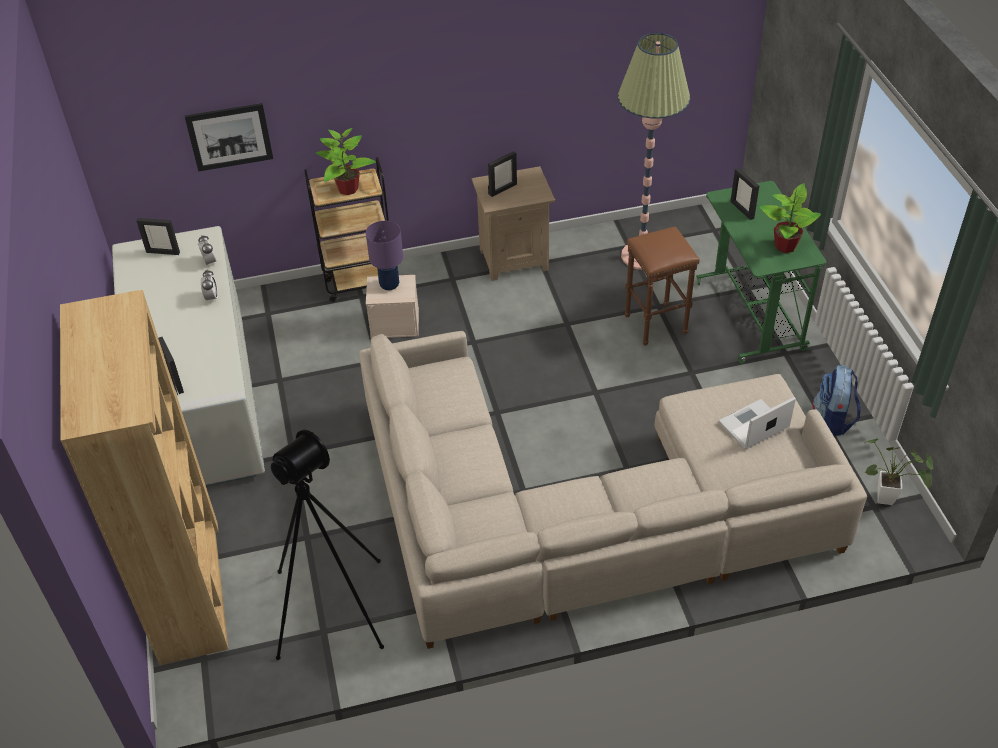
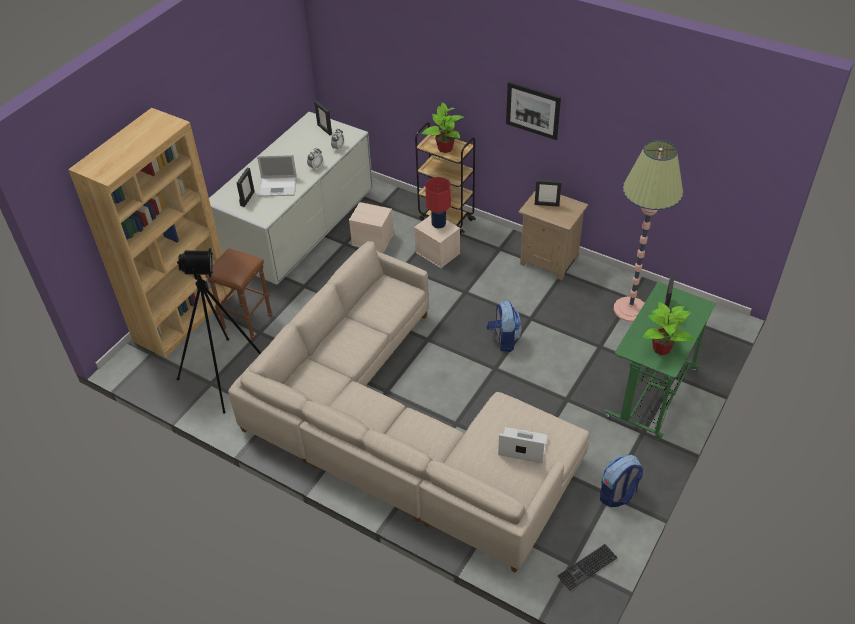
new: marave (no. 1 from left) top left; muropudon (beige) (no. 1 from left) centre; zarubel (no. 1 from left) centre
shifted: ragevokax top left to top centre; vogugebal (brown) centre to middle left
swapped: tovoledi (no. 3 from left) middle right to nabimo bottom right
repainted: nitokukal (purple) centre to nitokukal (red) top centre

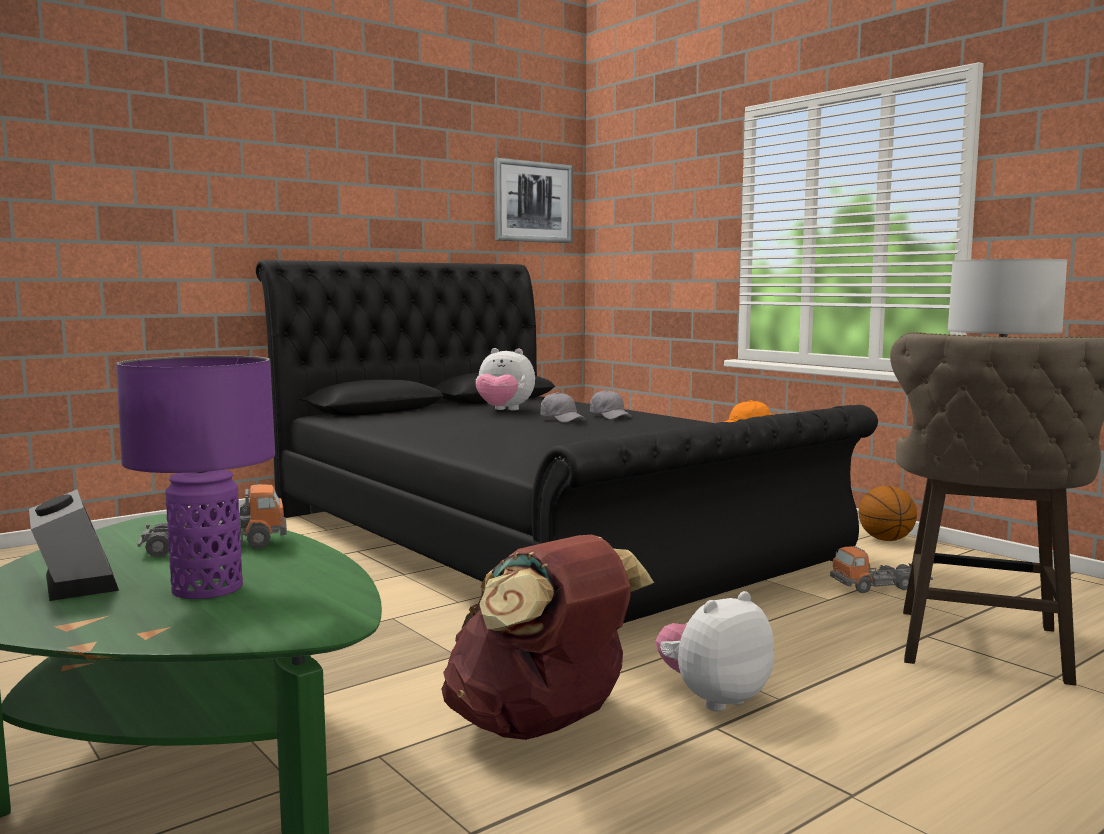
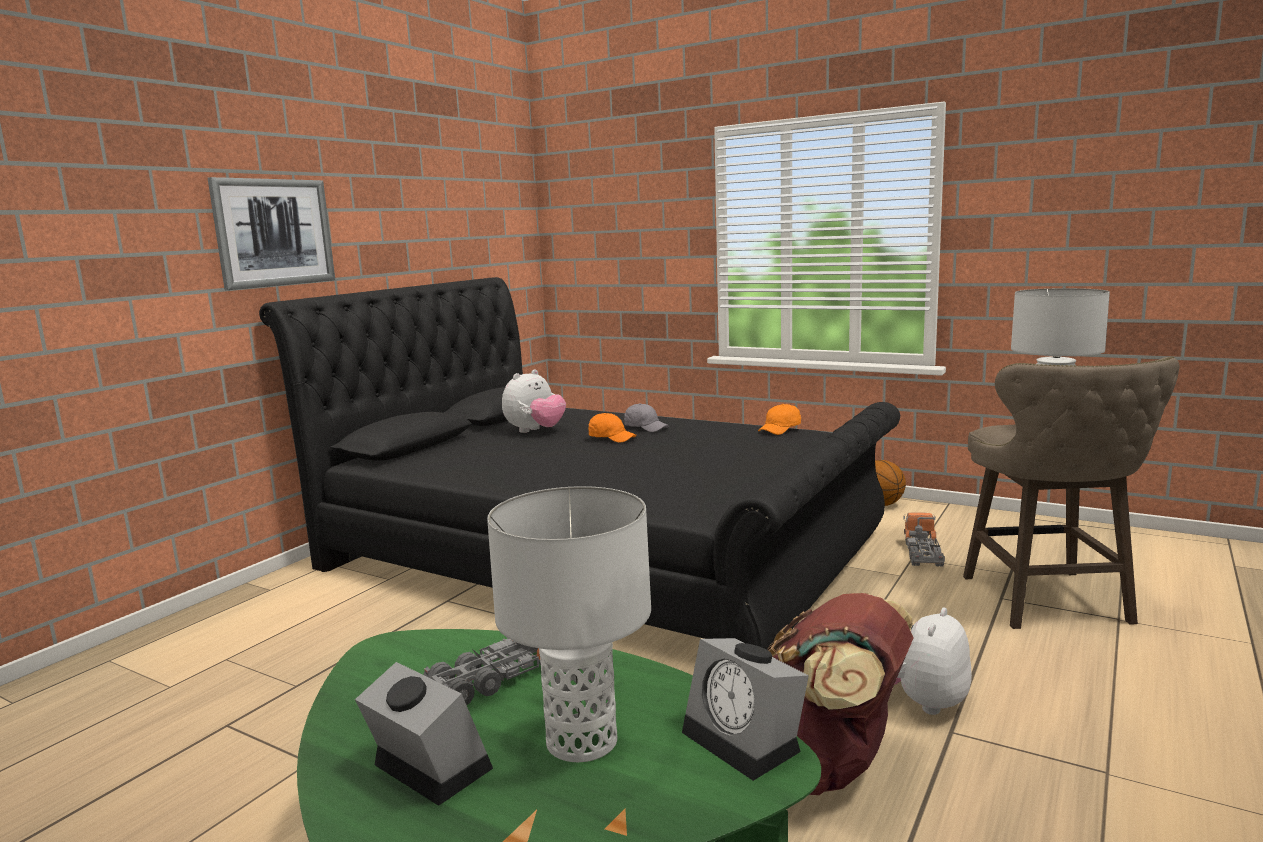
new: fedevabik (no. 2 from left) bottom centre
shifted: ragevokax top centre to top left
repainted: nitokukal (purple) middle left to nitokukal (white) (no. 1 from left) bottom centre; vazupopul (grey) (no. 1 from left) centre to vazupopul (orange) (no. 1 from left) centre
rotated: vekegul (no. 1 from left) centre = centre 45 degrees counterclockwise; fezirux (no. 2 from left) bottom right = middle right 135 degrees clockwise

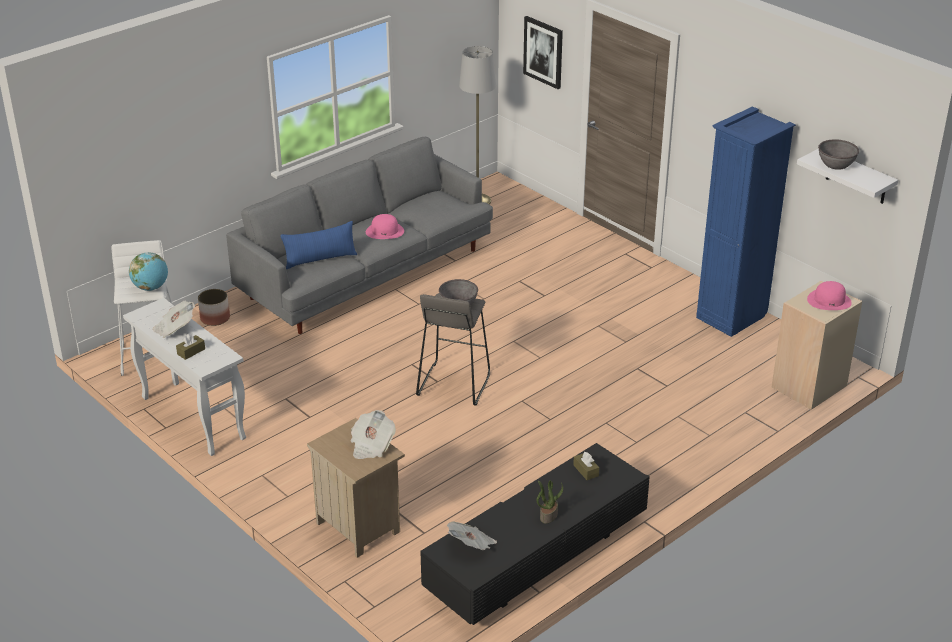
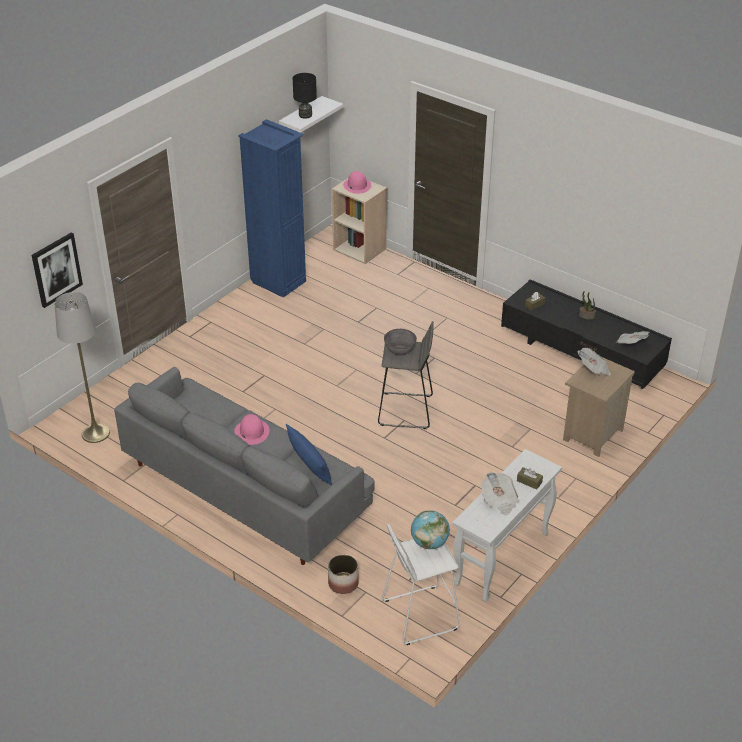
swapped: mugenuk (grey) (no. 2 from left) top right to nitokukal (black) top centre

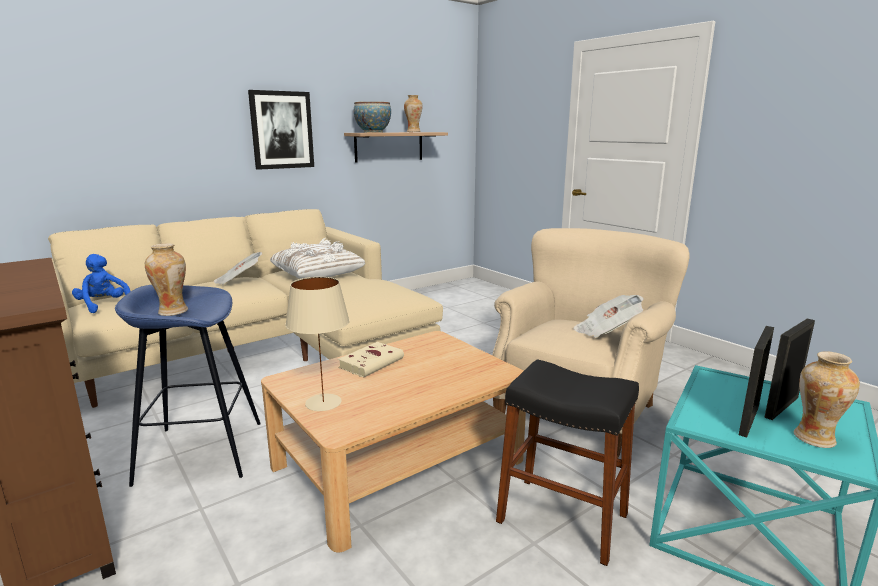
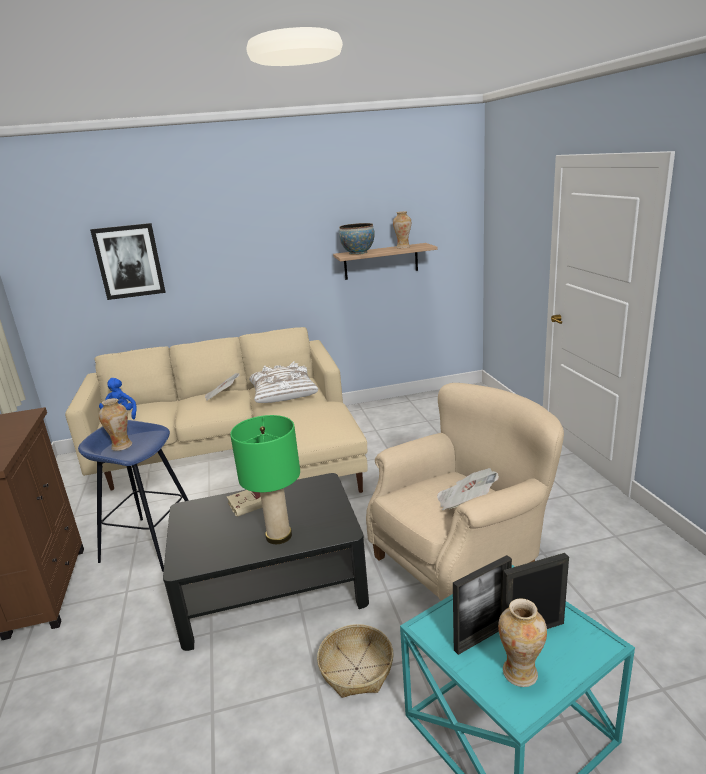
gone: nitokukal (beige) centre
new: nitokukal (green) centre
shifted: ragevokax top left to middle left
swapped: vogugebal (black) bottom centre to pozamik bottom centre
repainted: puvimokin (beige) bottom centre to puvimokin (black) bottom centre

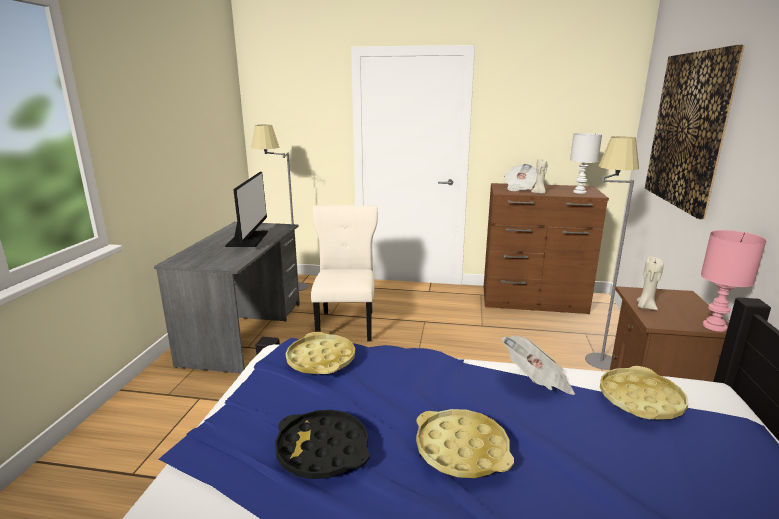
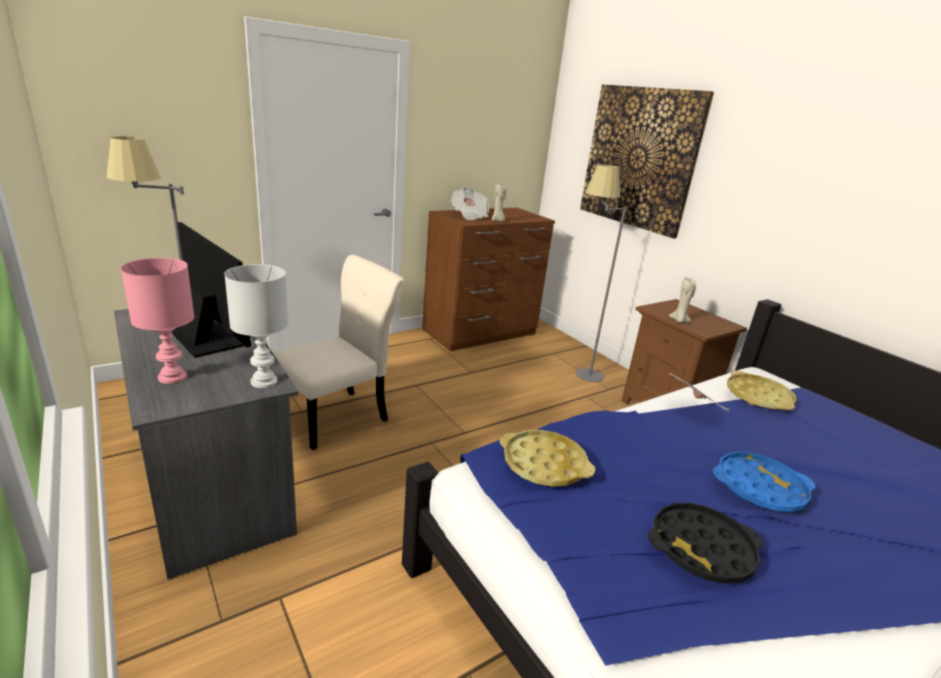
shifted: nitokukal (white) top right to middle left; nitokukal (pink) middle right to middle left
repainted: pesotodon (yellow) (no. 2 from left) bottom centre to pesotodon (blue) bottom right
rotated: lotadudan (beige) centre = centre 90 degrees clockwise

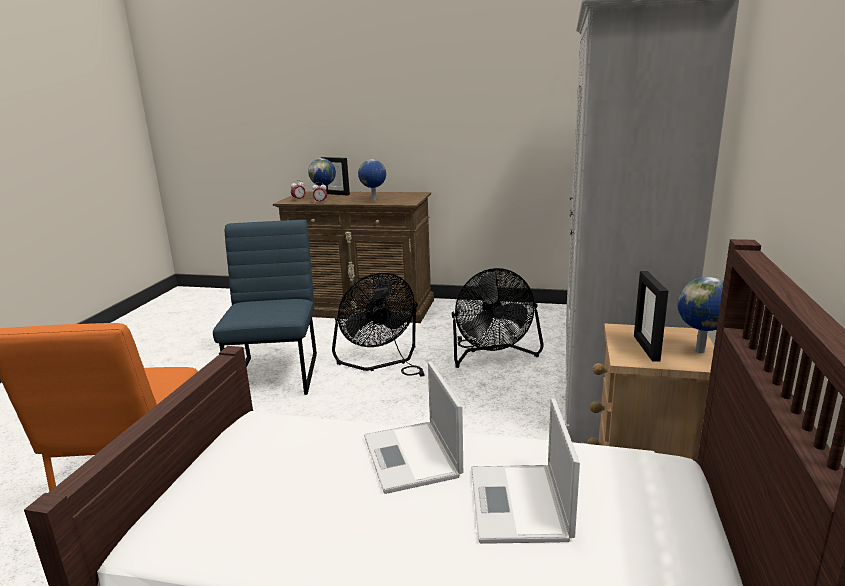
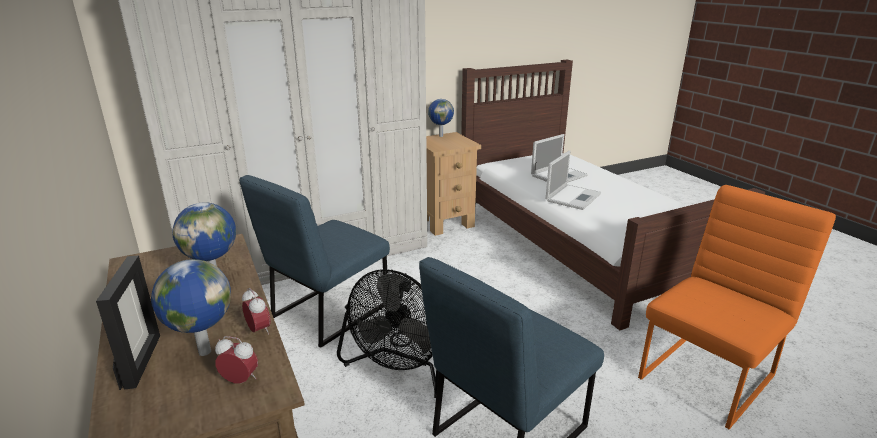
gone: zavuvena (no. 2 from left) middle right
swapped: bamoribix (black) (no. 2 from left) centre to lotadudan (blue) (no. 1 from left) centre

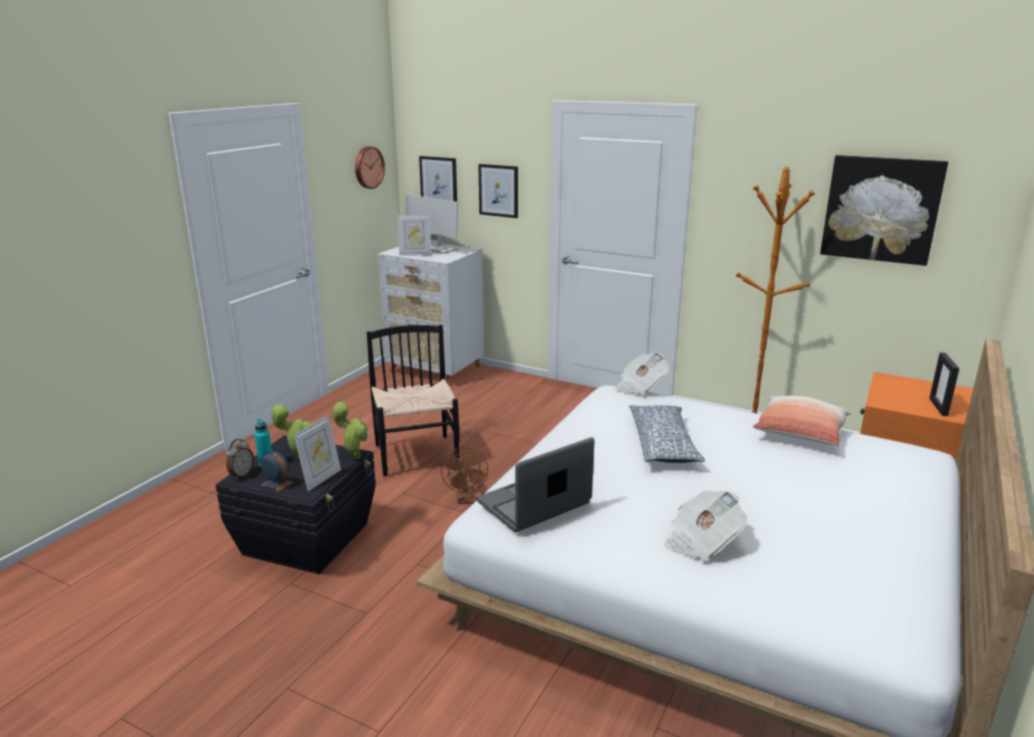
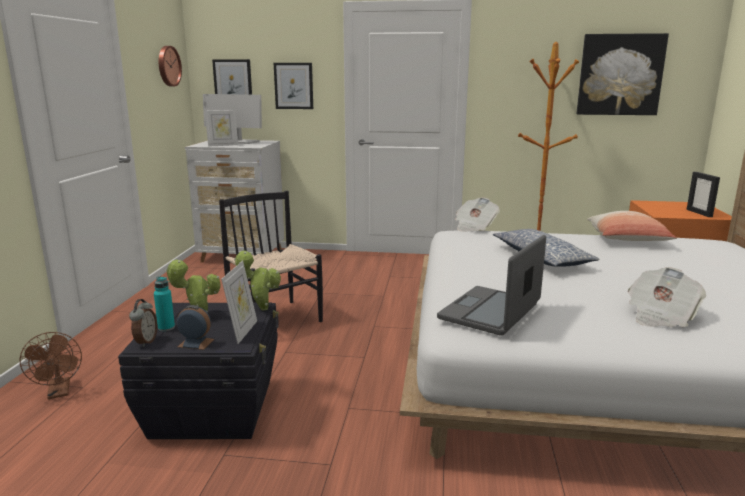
shifted: bamoribix (brown) centre to bottom left

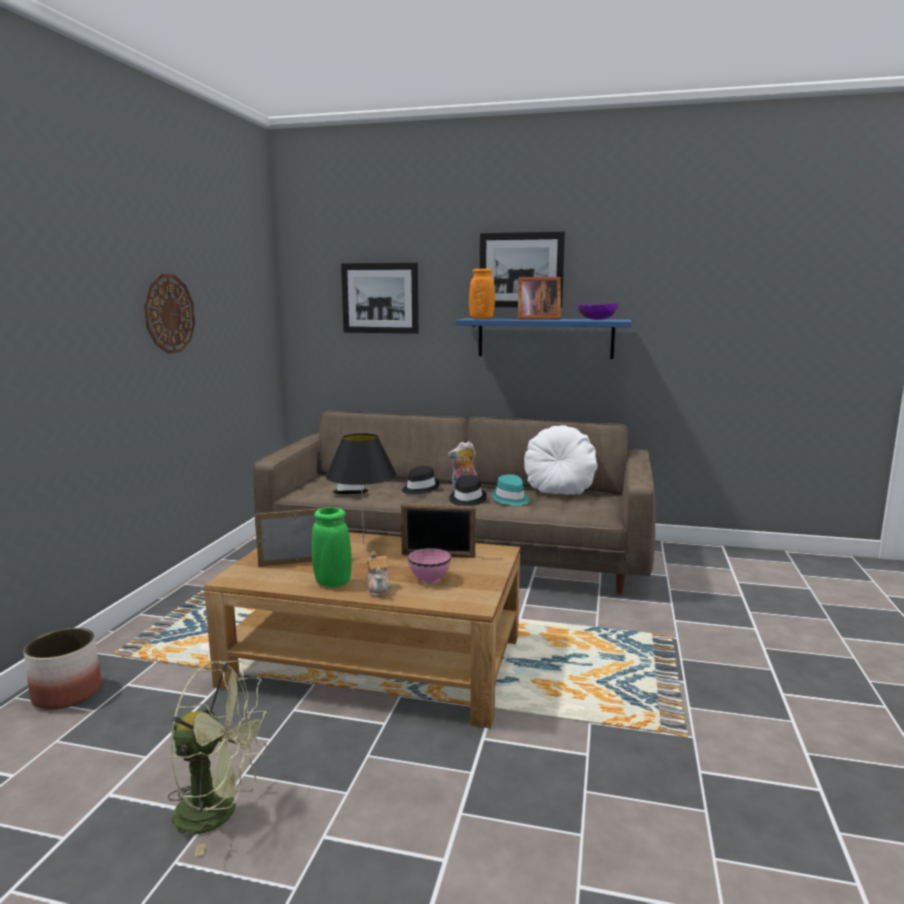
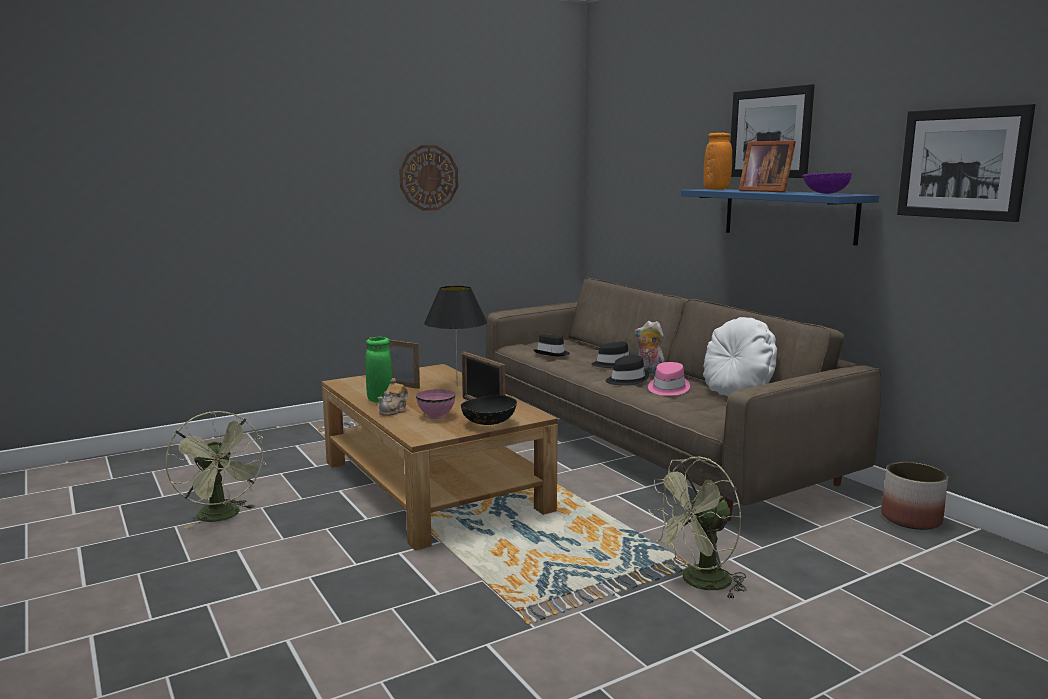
new: mugenuk (black) centre; bamoribix (green) (no. 2 from left) bottom centre
shifted: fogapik bottom left to bottom right; ragevokax (no. 1 from left in the first image) top centre to ragevokax (no. 2 from left) top right
repainted: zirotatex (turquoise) centre to zirotatex (pink) centre

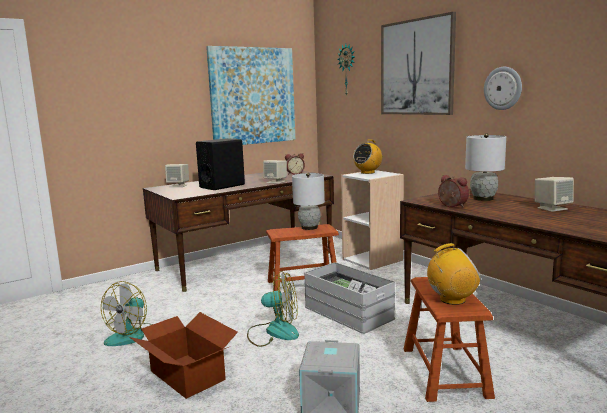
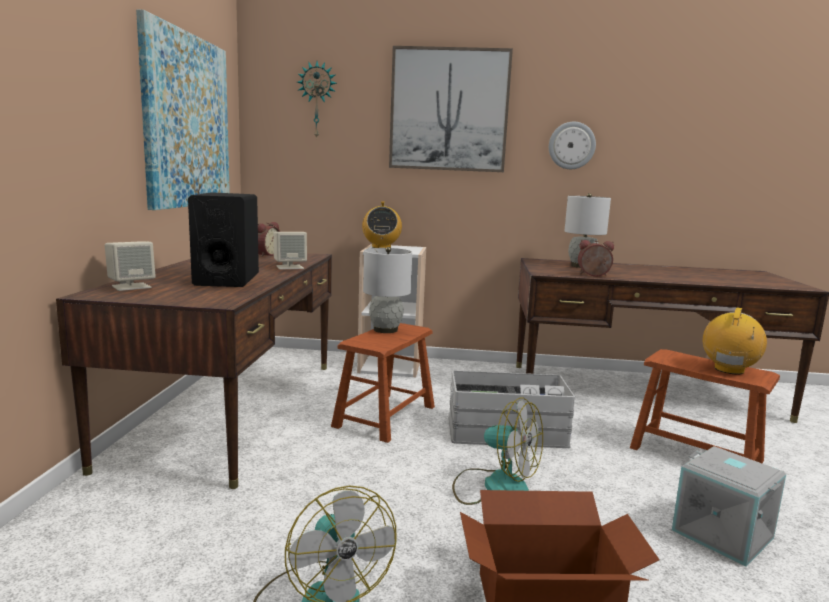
gone: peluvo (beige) (no. 3 from left) middle right
rotated: bamoribix (no. 2 from left) bottom centre = bottom centre 75 degrees clockwise

